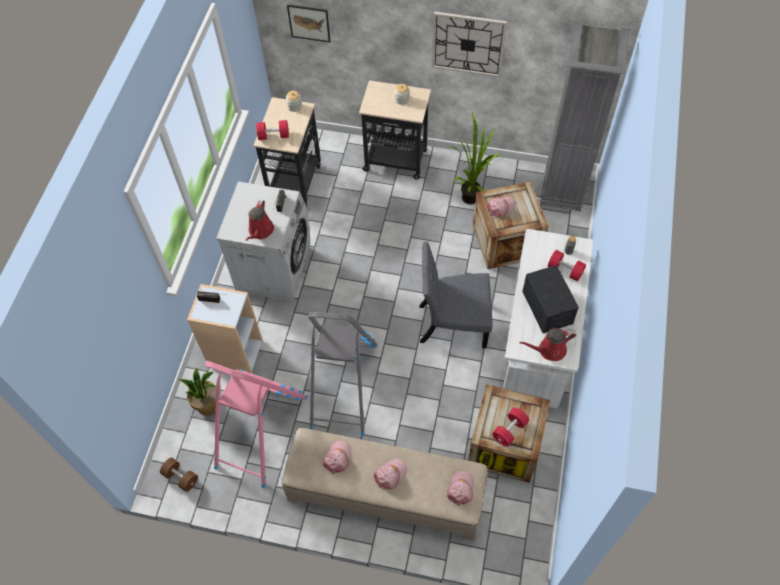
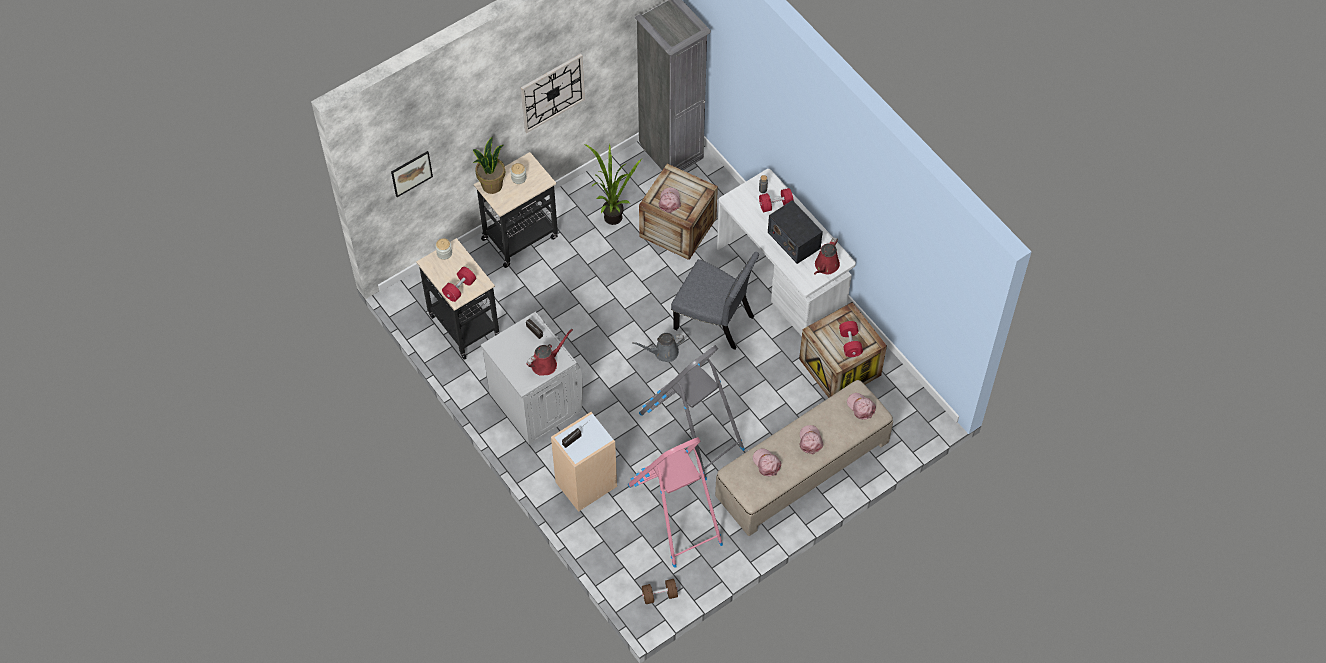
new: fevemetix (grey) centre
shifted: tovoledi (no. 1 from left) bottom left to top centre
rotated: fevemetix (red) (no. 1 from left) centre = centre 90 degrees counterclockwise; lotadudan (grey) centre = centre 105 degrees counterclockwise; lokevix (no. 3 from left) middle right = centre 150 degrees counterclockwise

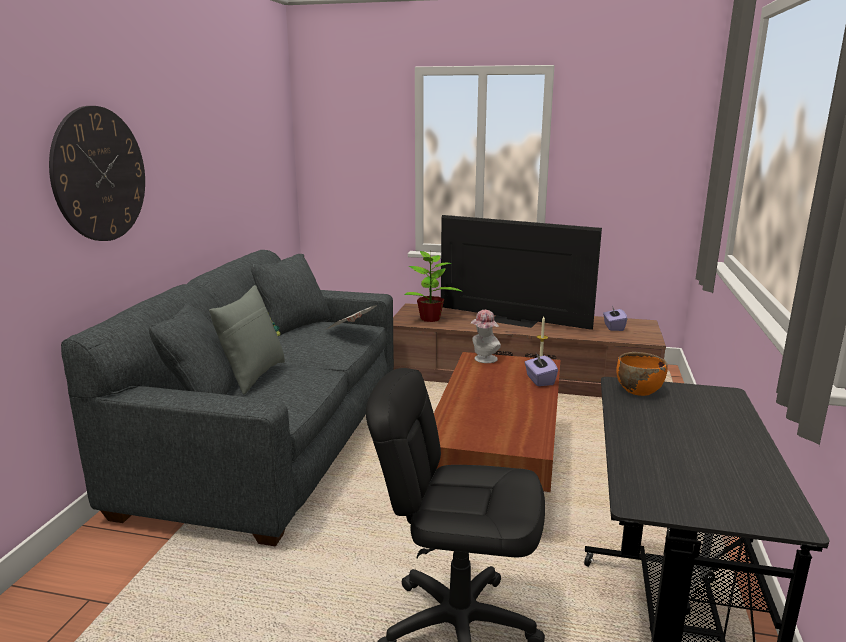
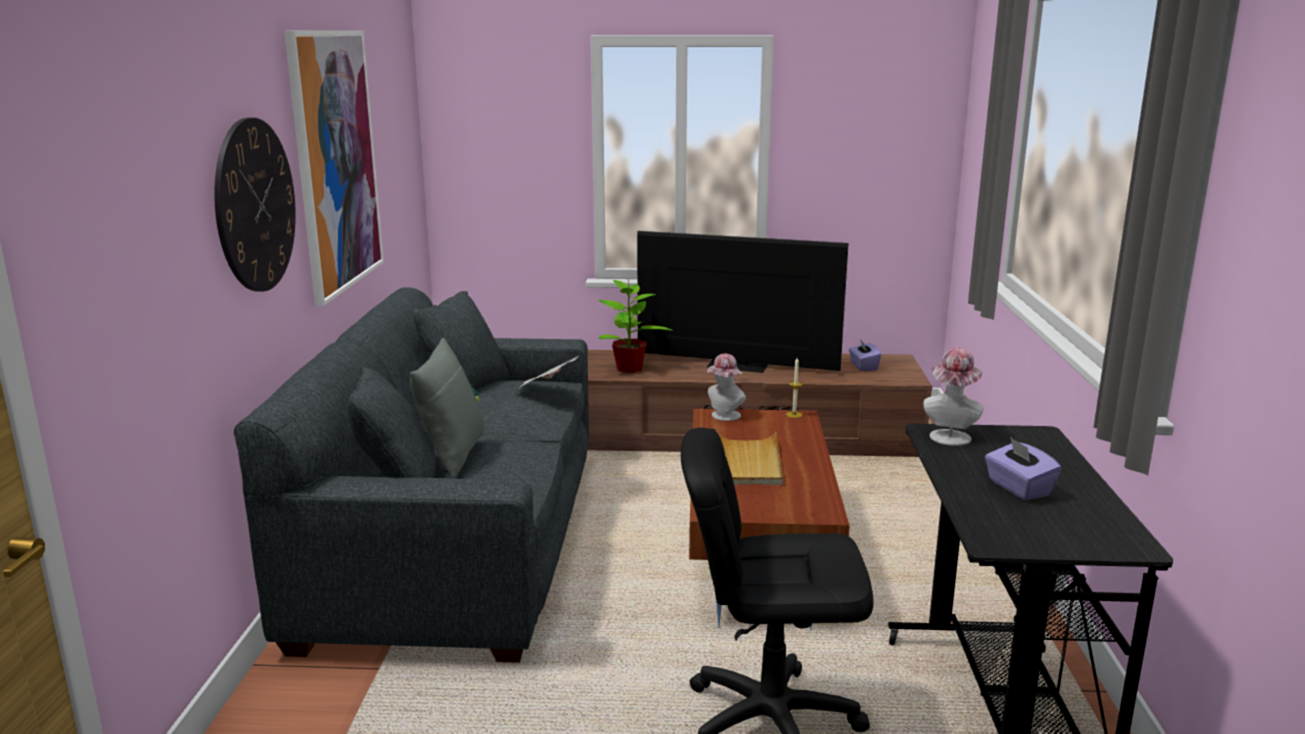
new: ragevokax top left; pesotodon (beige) centre
shifted: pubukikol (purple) (no. 1 from left in the first image) centre to pubukikol (purple) (no. 2 from left) middle right
swapped: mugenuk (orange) middle right to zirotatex (no. 2 from left) middle right

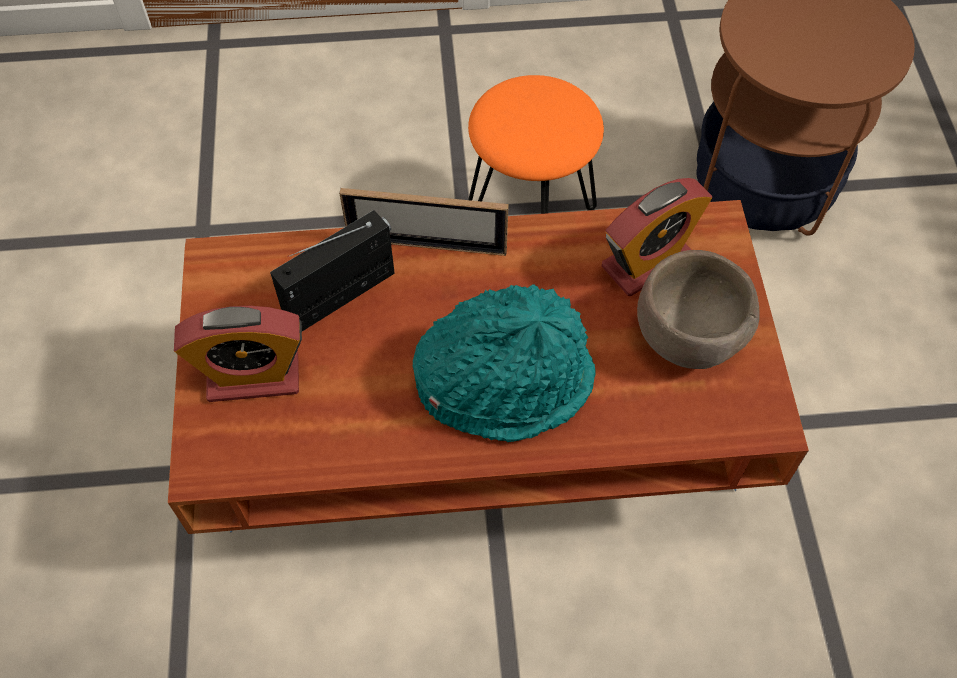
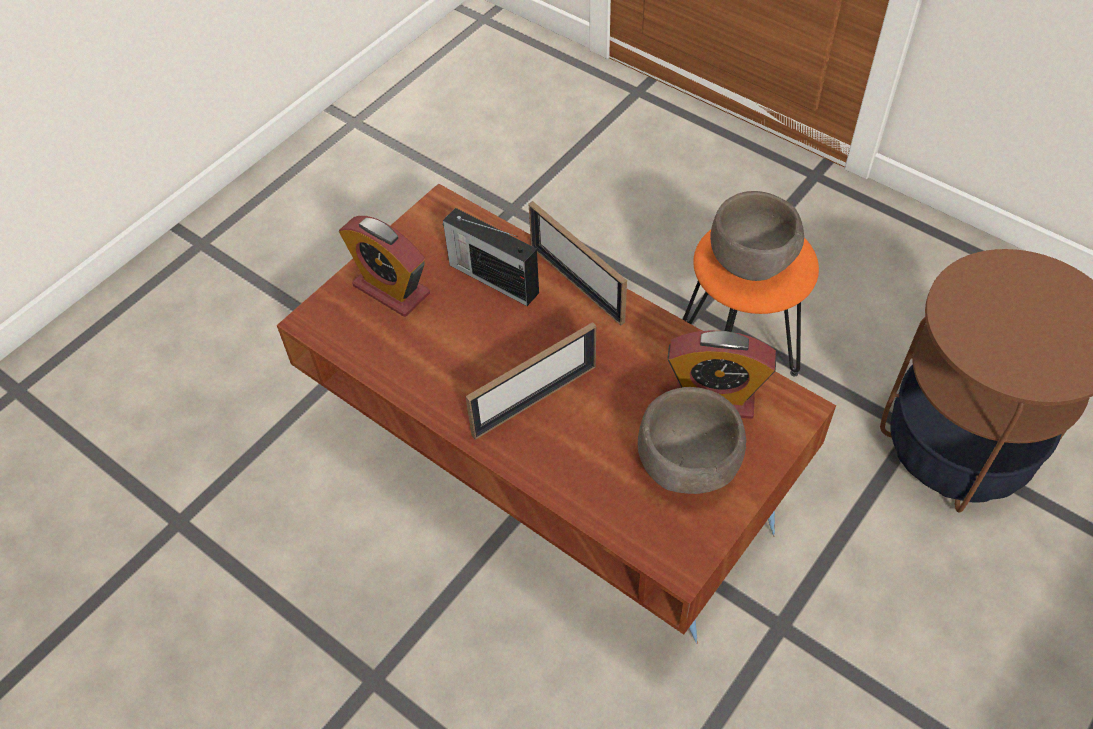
new: mugenuk (brown) (no. 2 from left) top right
swapped: zirotatex (turquoise) centre to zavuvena (no. 1 from left) centre
rotated: lokevix centre = centre 150 degrees counterclockwise

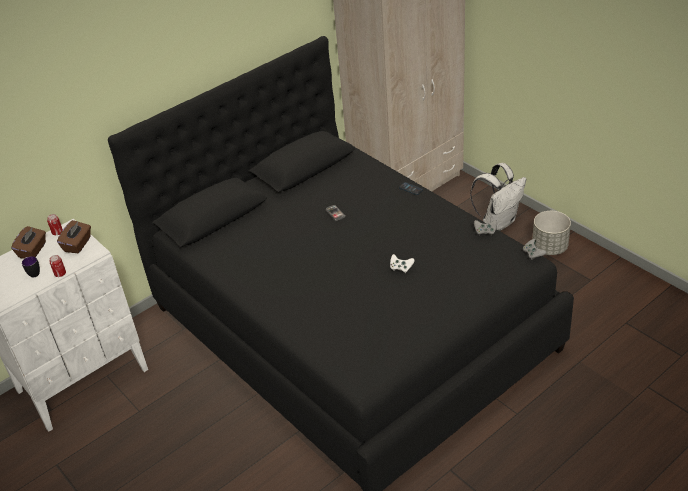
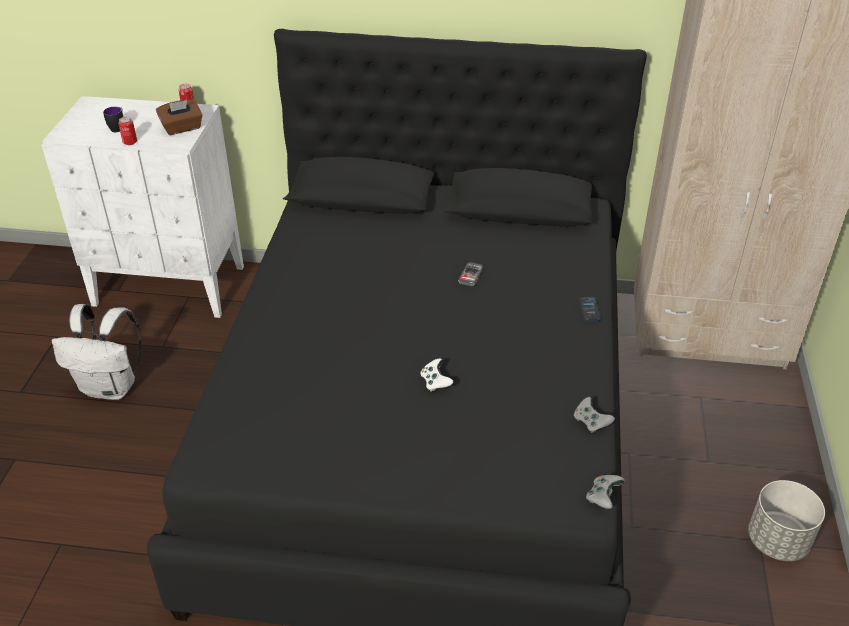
gone: pubukikol (brown) (no. 1 from left) middle left
shifted: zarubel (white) middle right to middle left

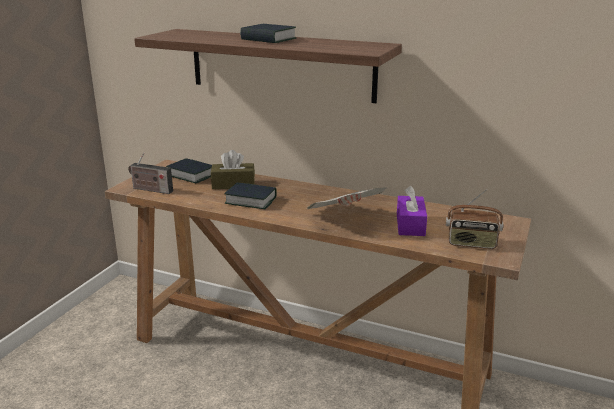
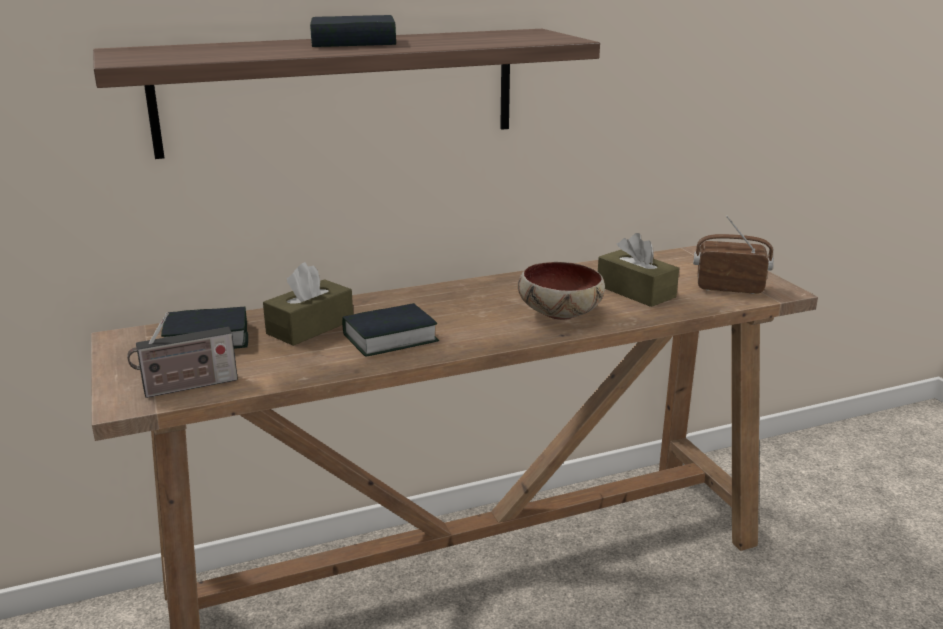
swapped: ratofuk centre to mugenuk centre
repainted: pubukikol (purple) middle right to pubukikol (brown) (no. 2 from left) middle right
rotated: lokevix (no. 2 from left) middle right = middle right 135 degrees counterclockwise

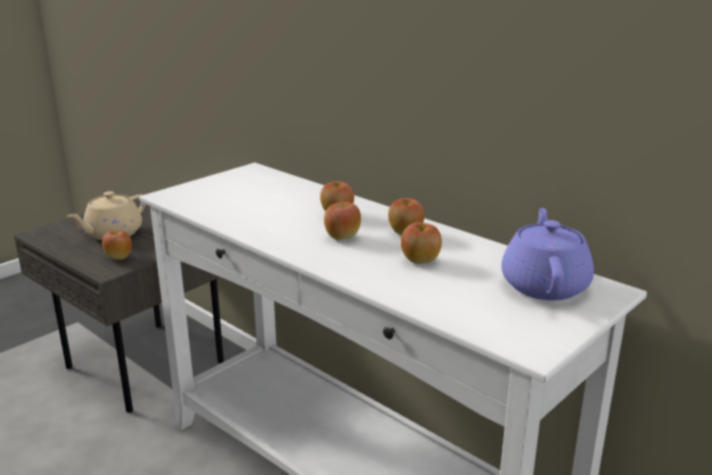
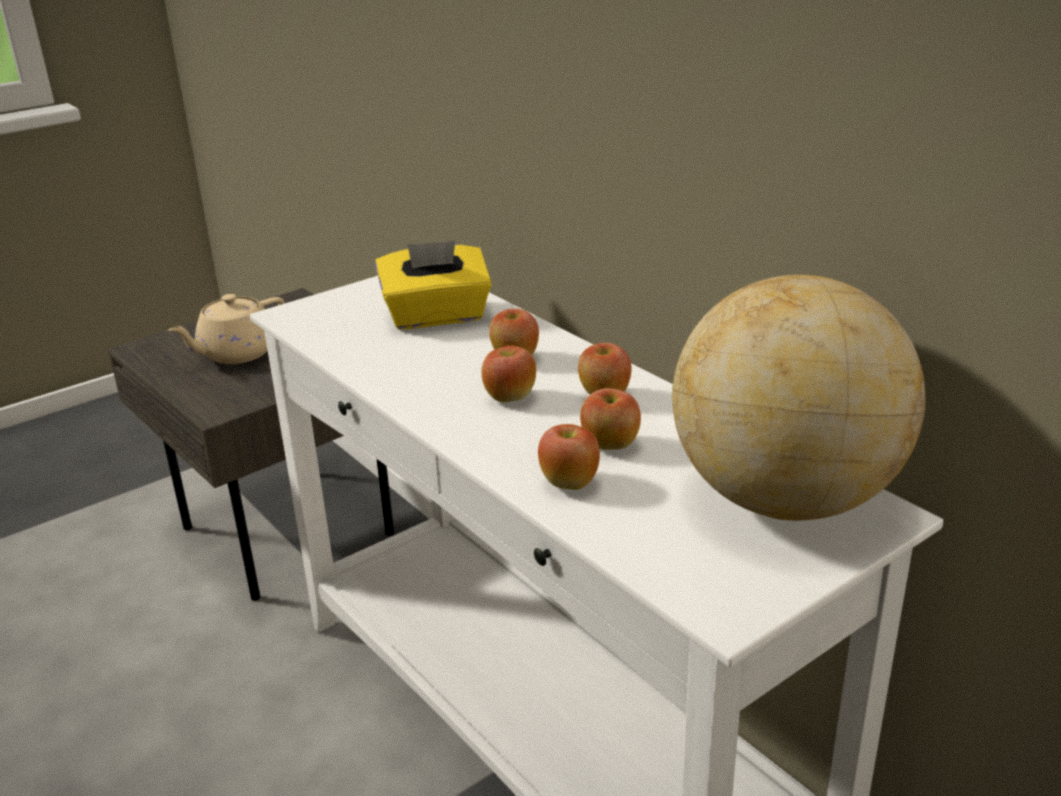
new: pubukikol (yellow) centre
shifted: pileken (no. 1 from left in the first image) middle left to pileken (no. 3 from left) centre
swapped: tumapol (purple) middle right to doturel middle right

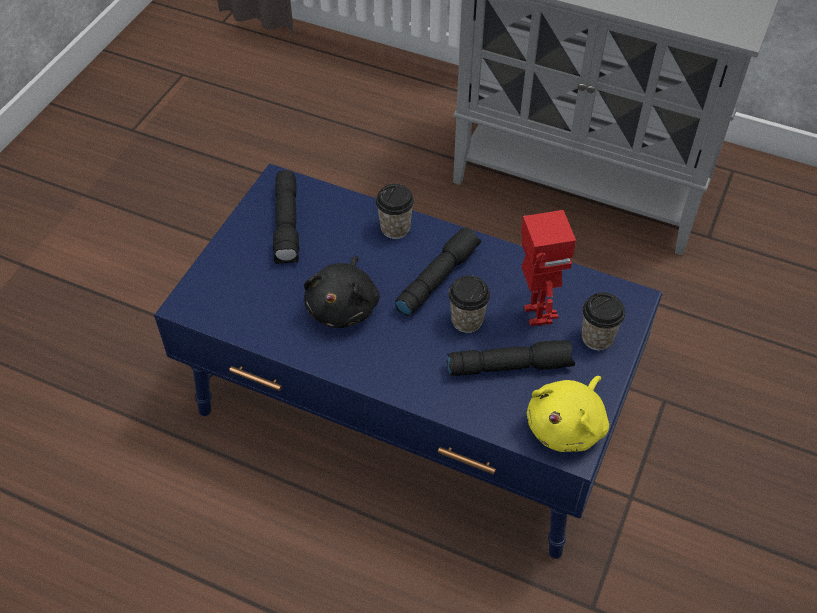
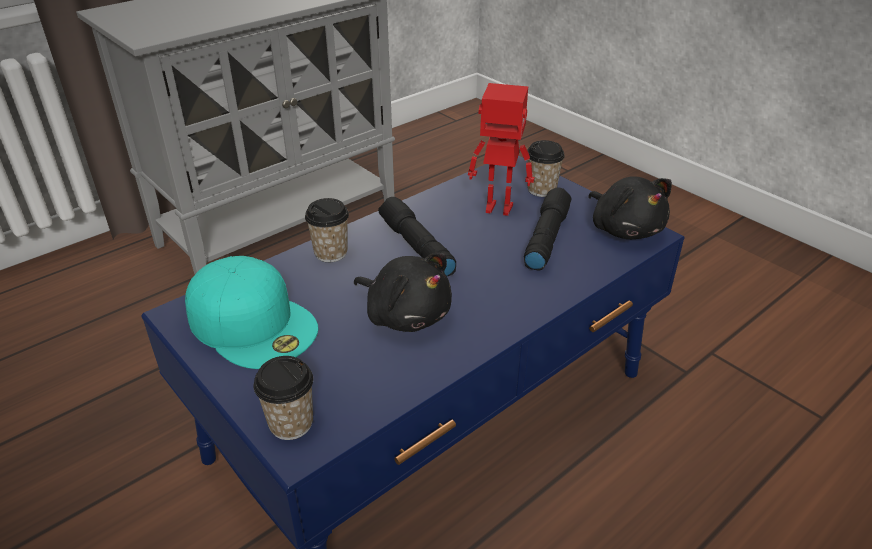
shifted: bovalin (no. 2 from left in the first image) centre to bovalin (no. 1 from left) bottom left
swapped: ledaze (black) (no. 1 from left) centre to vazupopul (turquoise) middle left
repainted: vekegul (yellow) bottom right to vekegul (black) (no. 2 from left) middle right

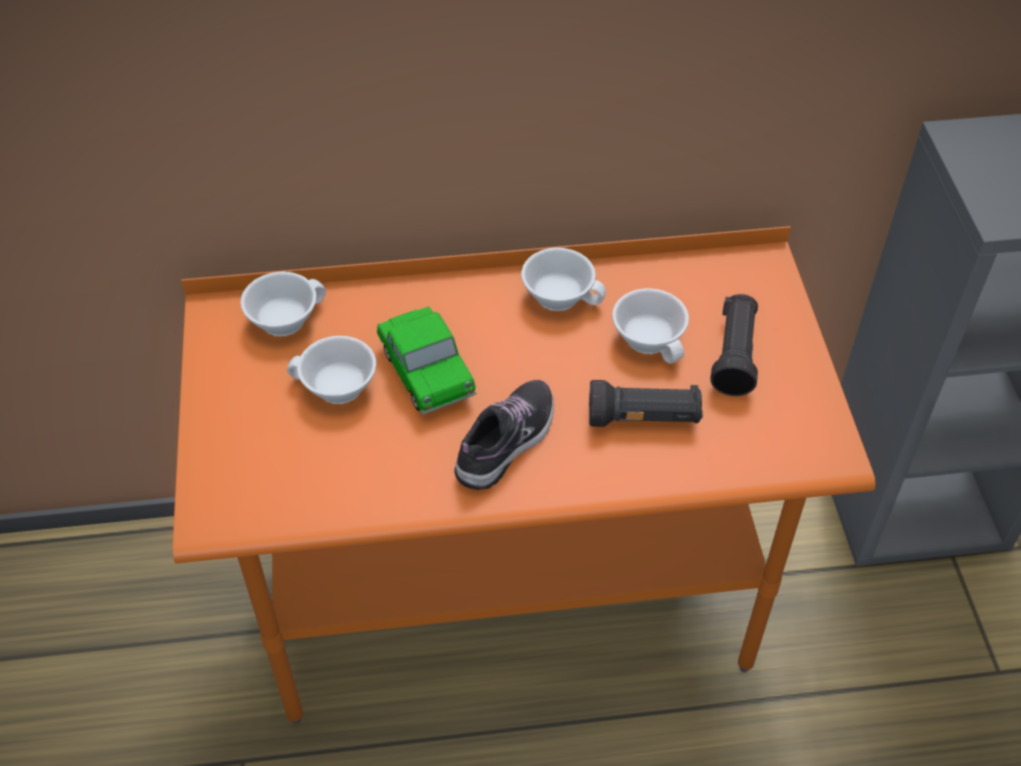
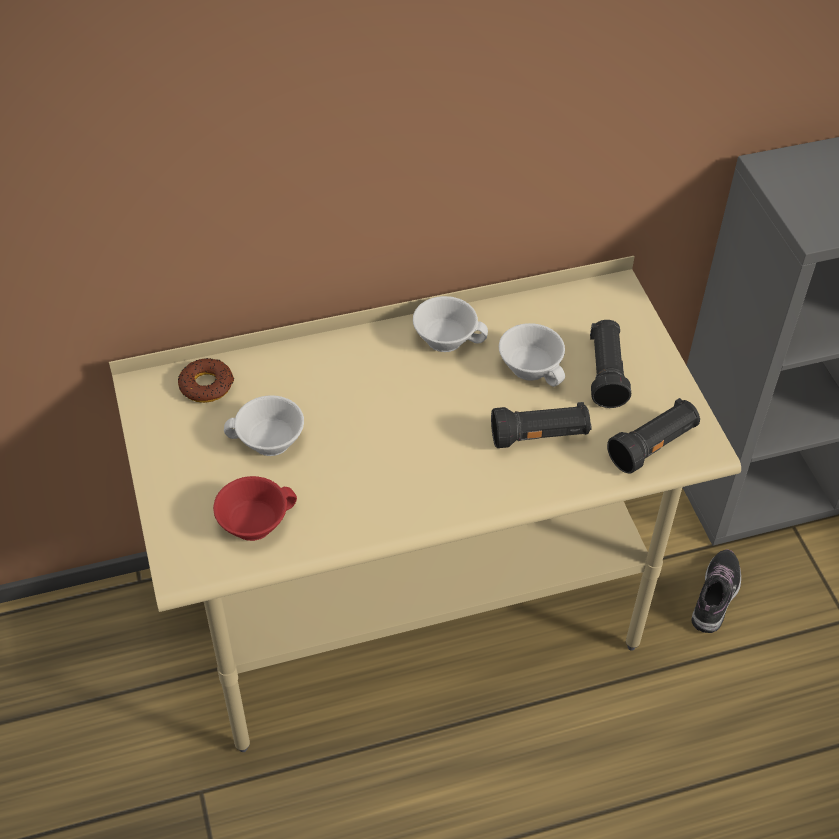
gone: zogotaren centre
new: bovalin (red) middle left; ledaze (black) (no. 3 from left) middle right
shifted: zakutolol centre to bottom right
swapped: bovalin (white) (no. 1 from left) middle left to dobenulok middle left
repainted: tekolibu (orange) centre to tekolibu (beige) centre

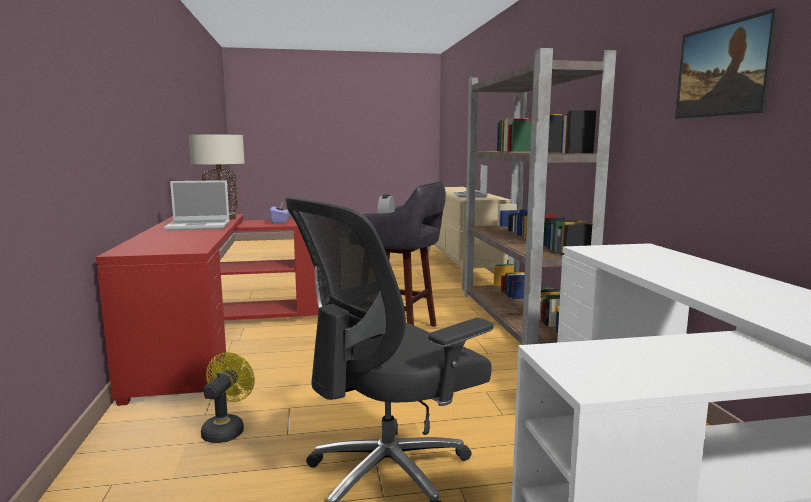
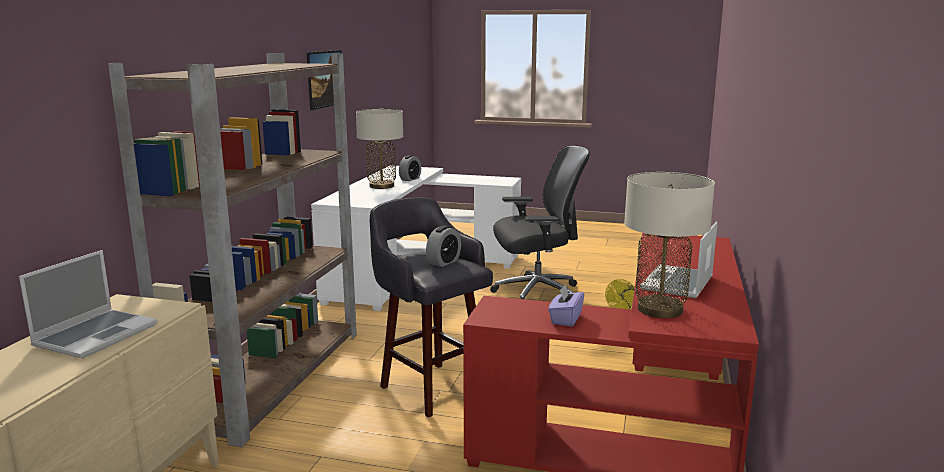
new: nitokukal (no. 1 from left) top centre; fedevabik (no. 1 from left) centre
rotated: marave (no. 1 from left in the first image) middle left = middle right 75 degrees counterclockwise

